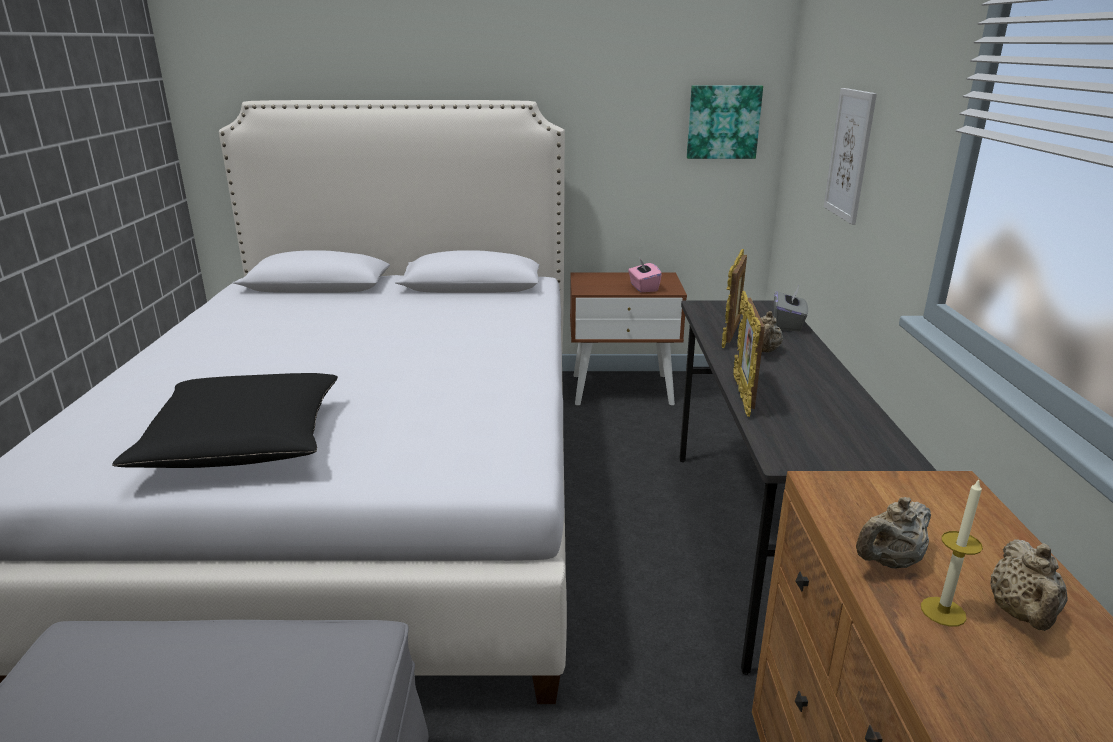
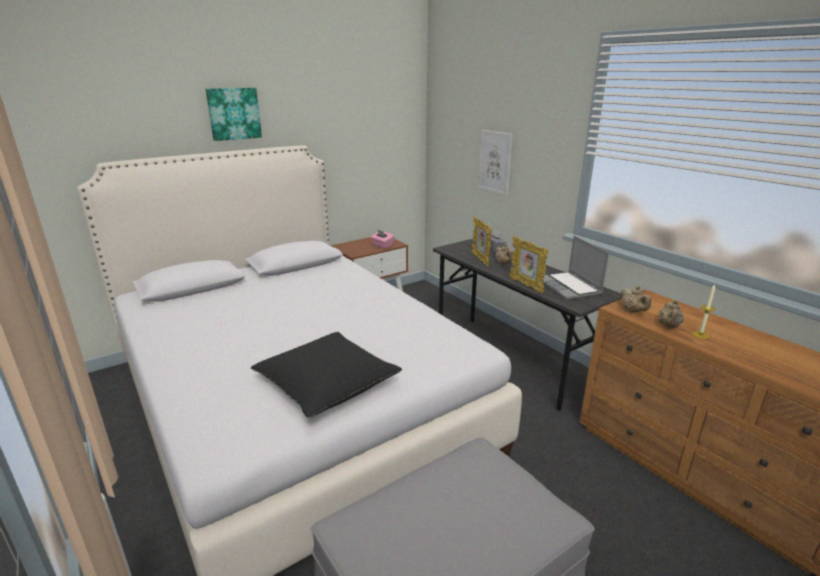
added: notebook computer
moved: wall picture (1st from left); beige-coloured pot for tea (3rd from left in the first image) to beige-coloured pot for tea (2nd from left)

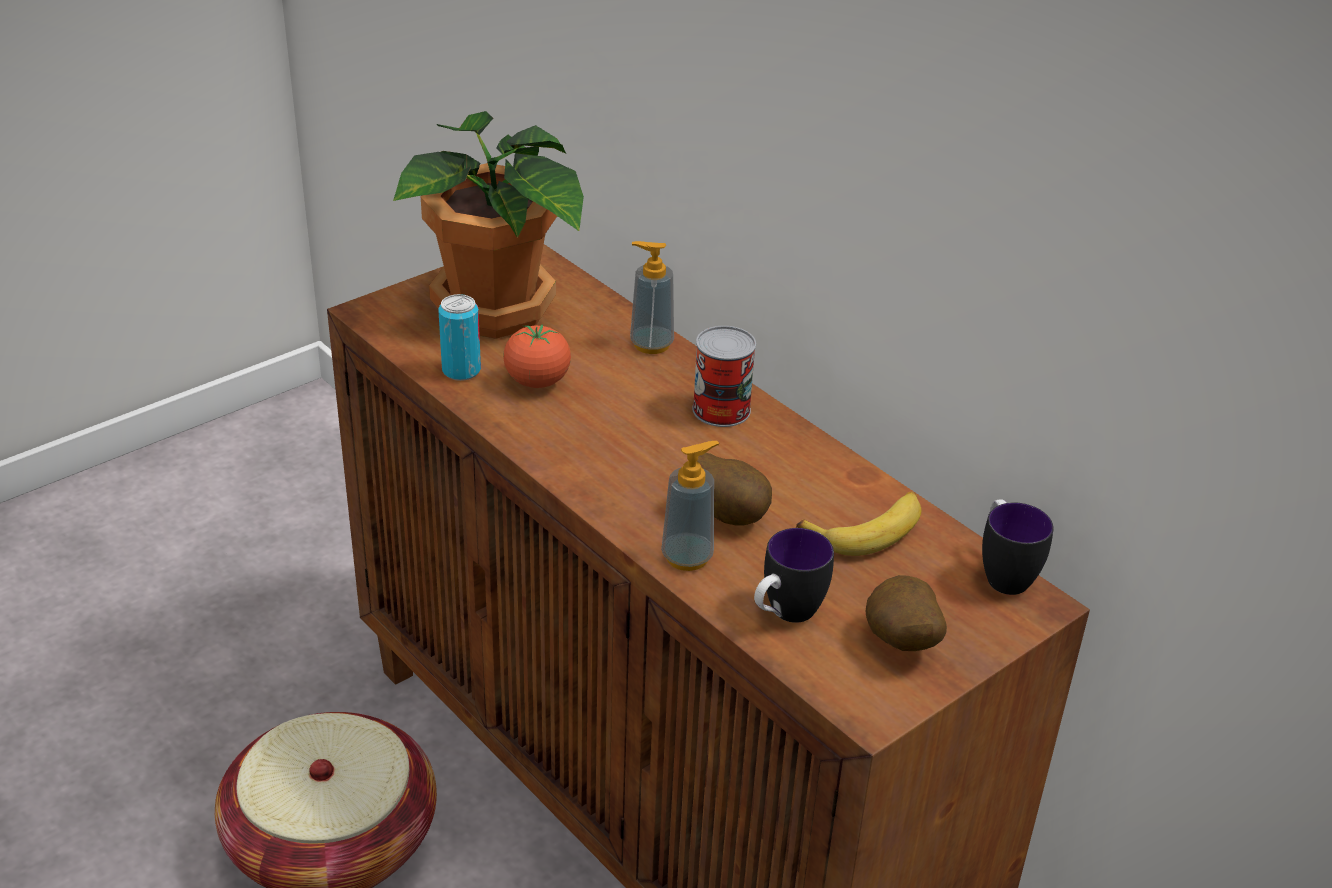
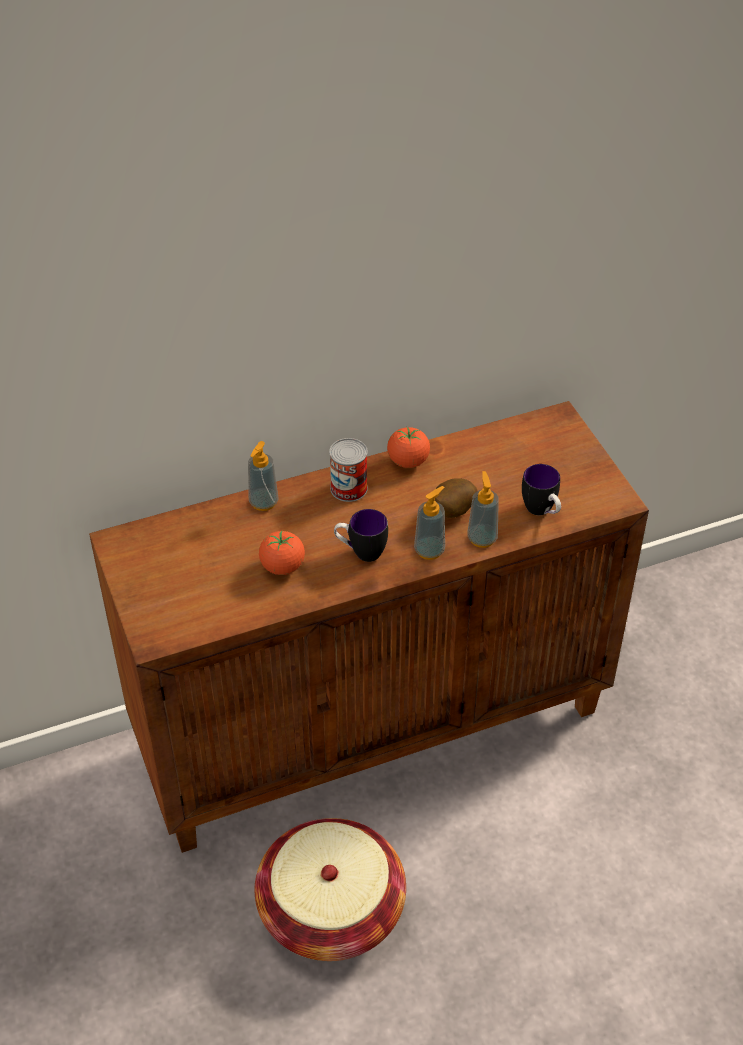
removed: plant in a pot; sealed can (1st from left); banana fruit; whole potato (2nd from left)
added: whole tomato (2nd from left); liquid soap bottle (2nd from left)
moved: coffee mug (2nd from left in the first image) to coffee mug (1st from left)

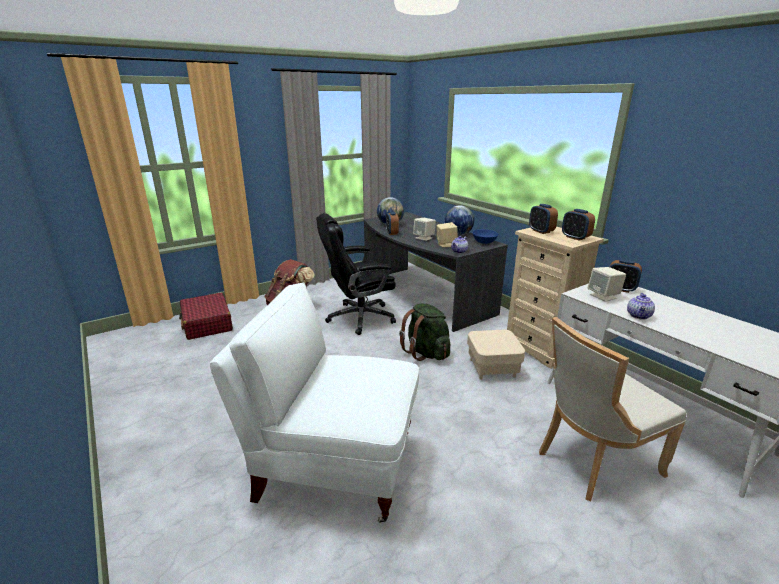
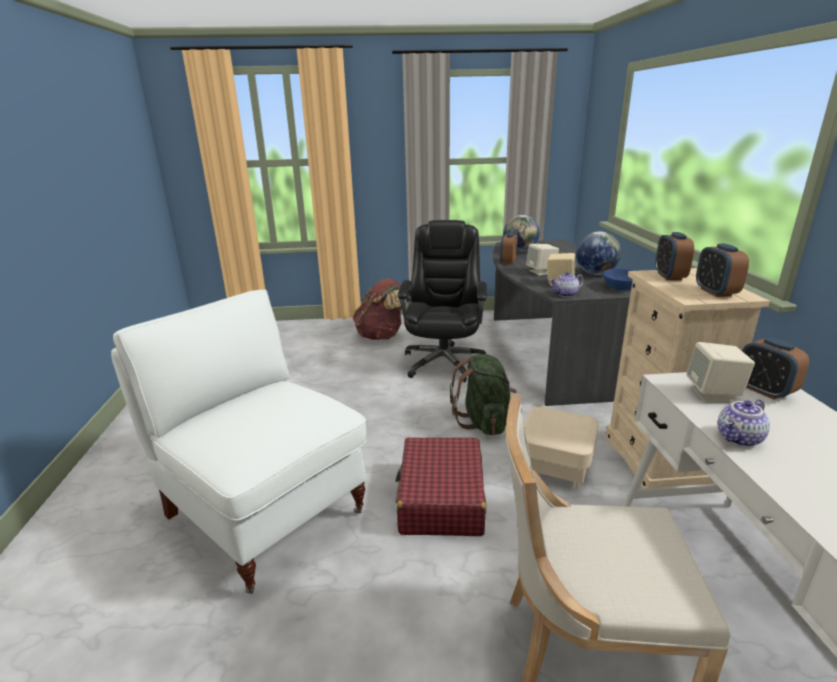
moved: reddish travel case
turned: blackish office chair 90 degrees clockwise

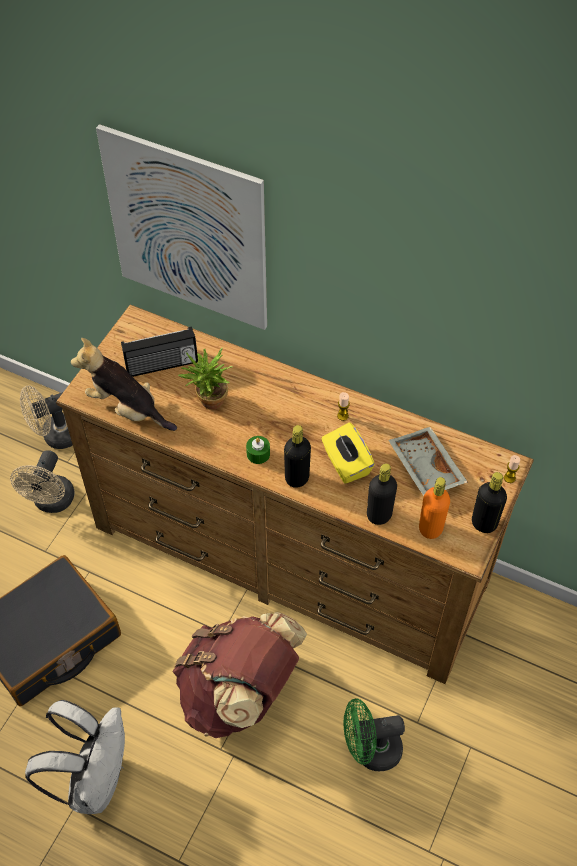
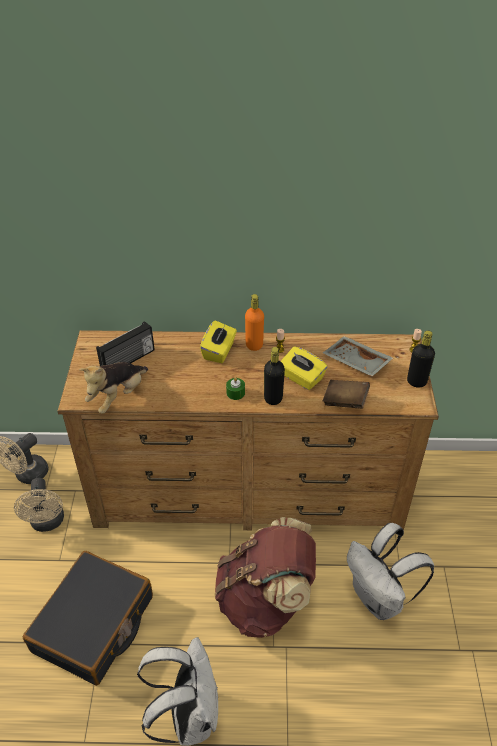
removed: wall picture; plant in a pot
added: yellow box of tissues (1st from left)
moved: orangey drink bottle
replaced: blackish drink bottle (2nd from left) to brown-coloured book; green cooling fan to white-coloured backpack (2nd from left)
turned: cuddly toy 60 degrees counterclockwise

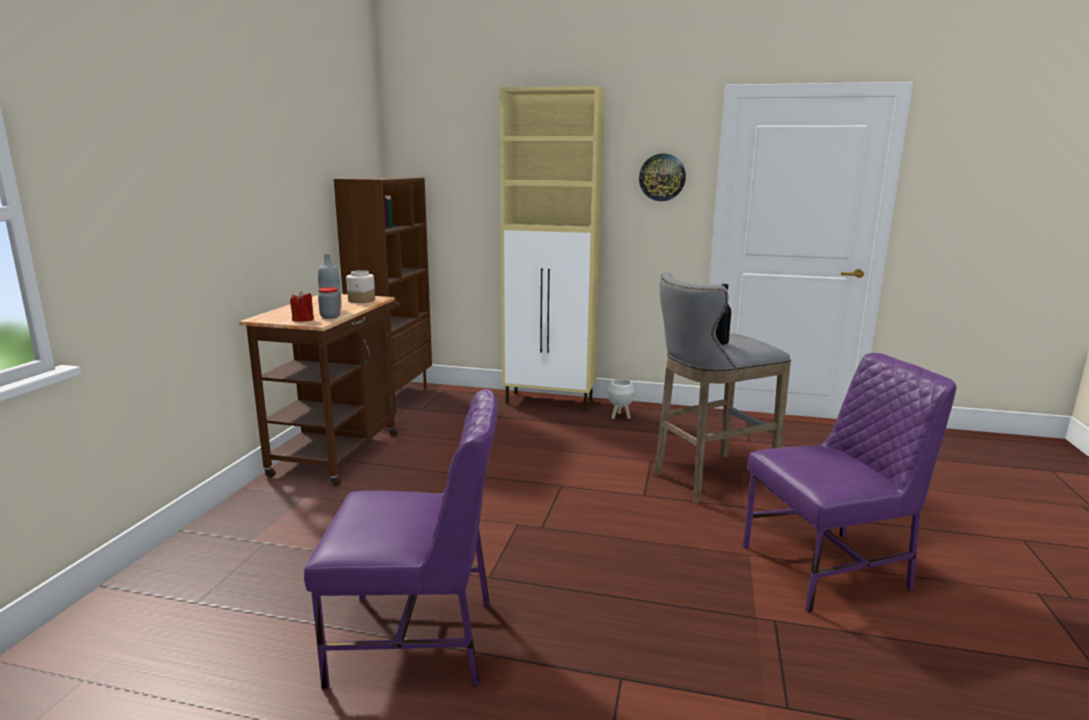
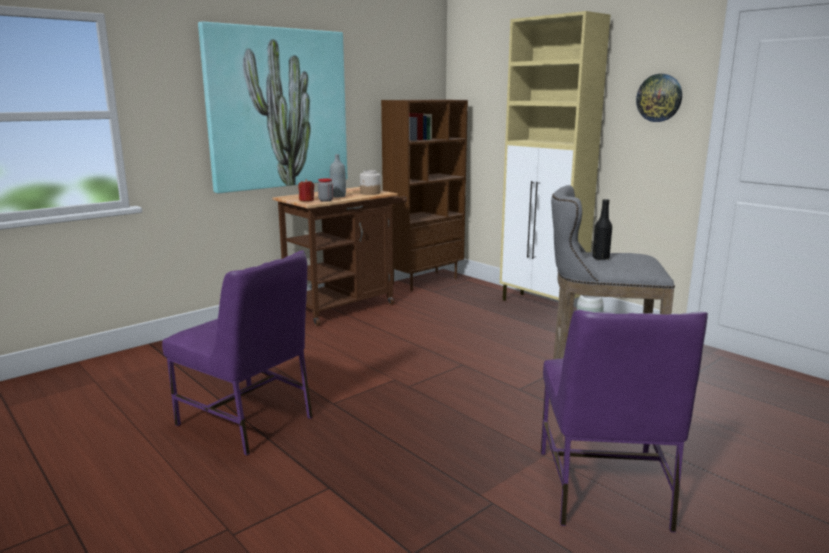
added: wall picture
turned: purplish upright chair (2nd from left) 75 degrees clockwise

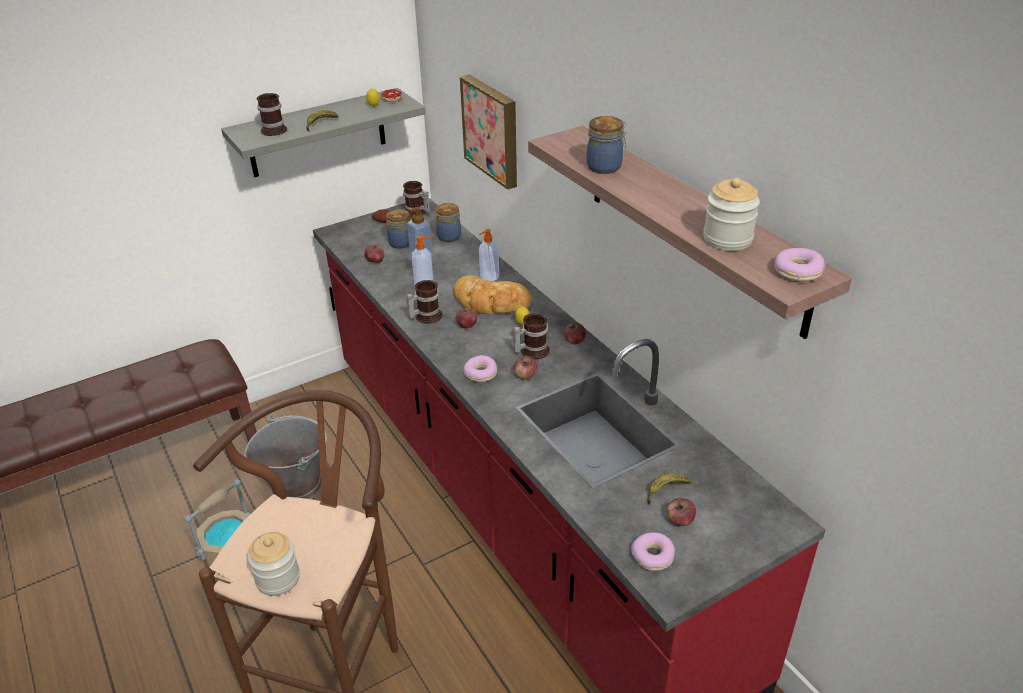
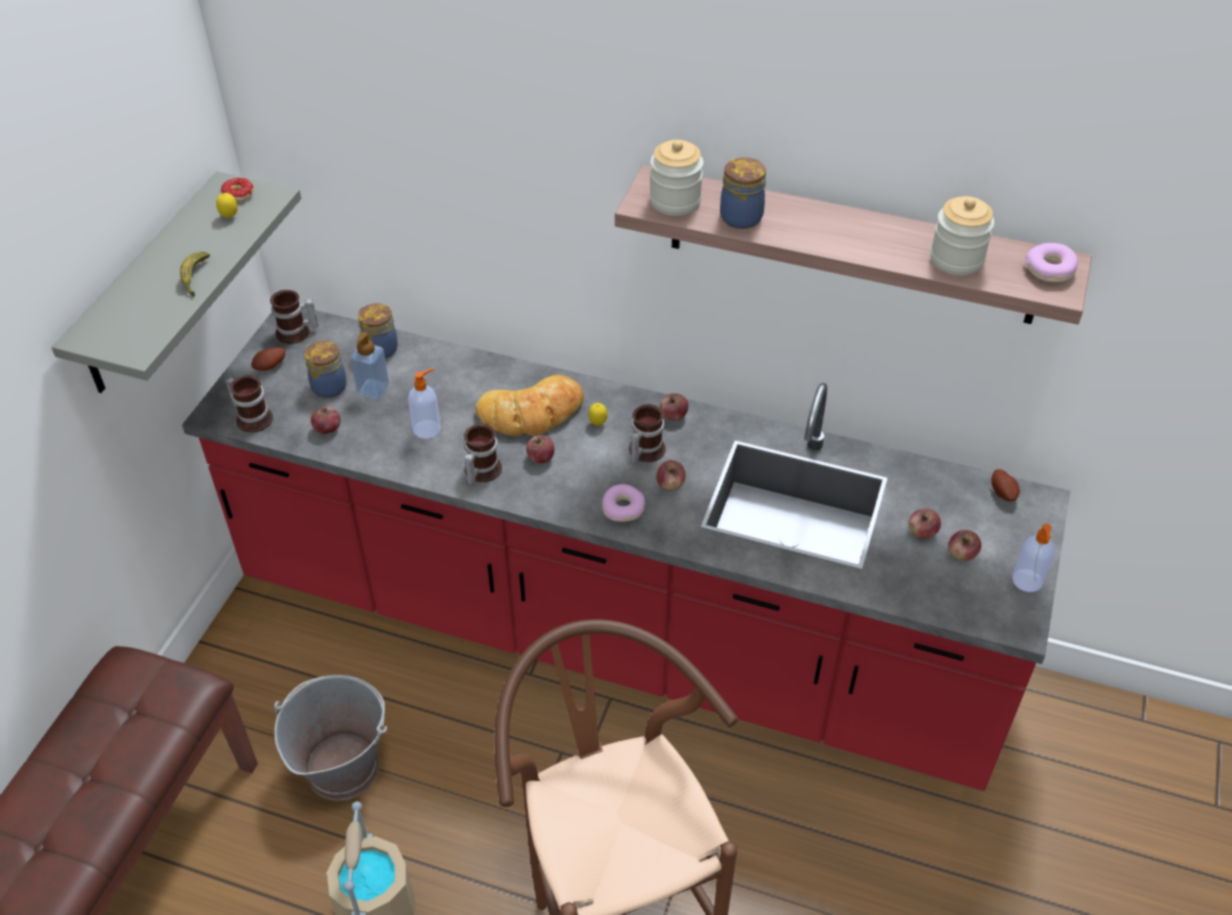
removed: wall picture; donut (3rd from left)
added: whole potato (2nd from left)
moved: coffee mug (1st from left); liquid soap bottle (3rd from left); storage jar (1st from left in the first image) to storage jar (3rd from left)
replaced: banana fruit (2nd from left) to whole apple (5th from left)

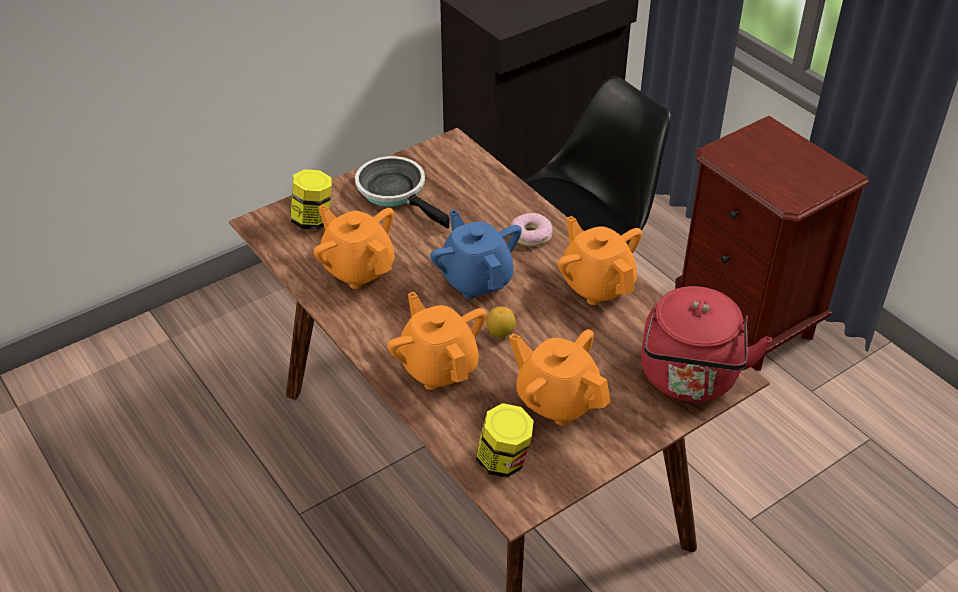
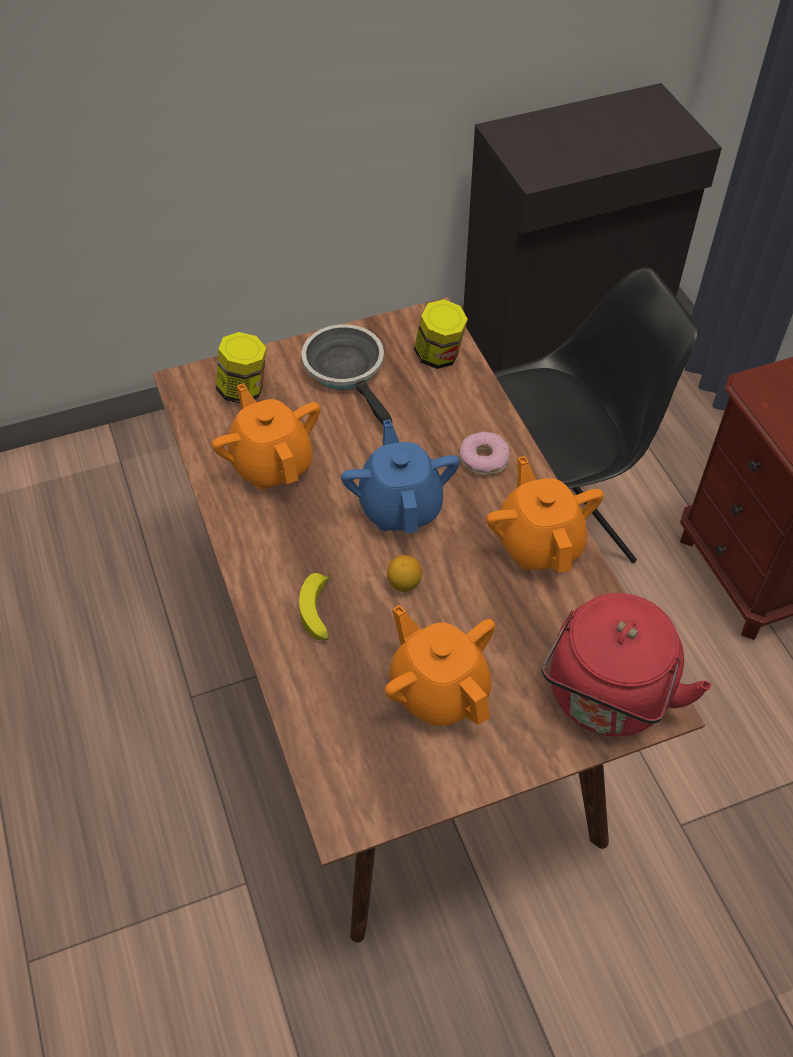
moved: storage jar (2nd from left)
replaced: orangey pot for tea (2nd from left) to banana fruit

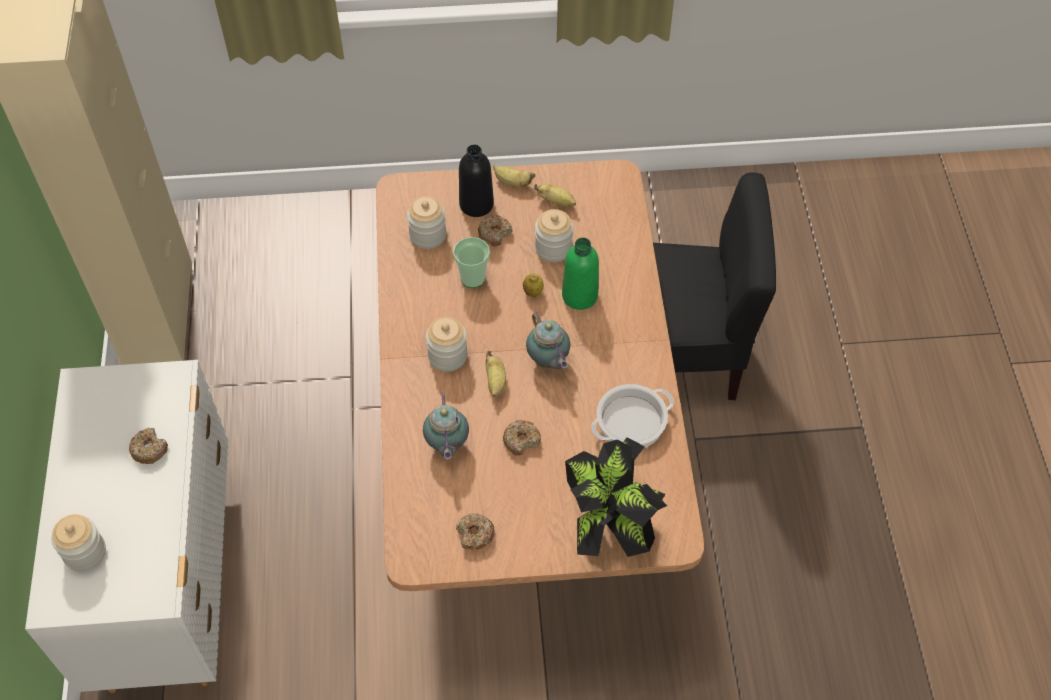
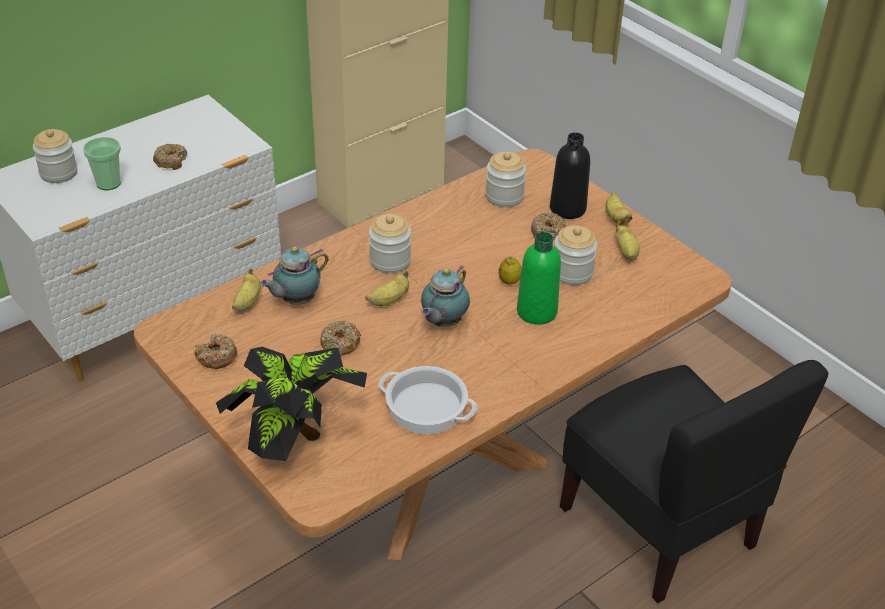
added: banana fruit (1st from left)
moved: small cup

